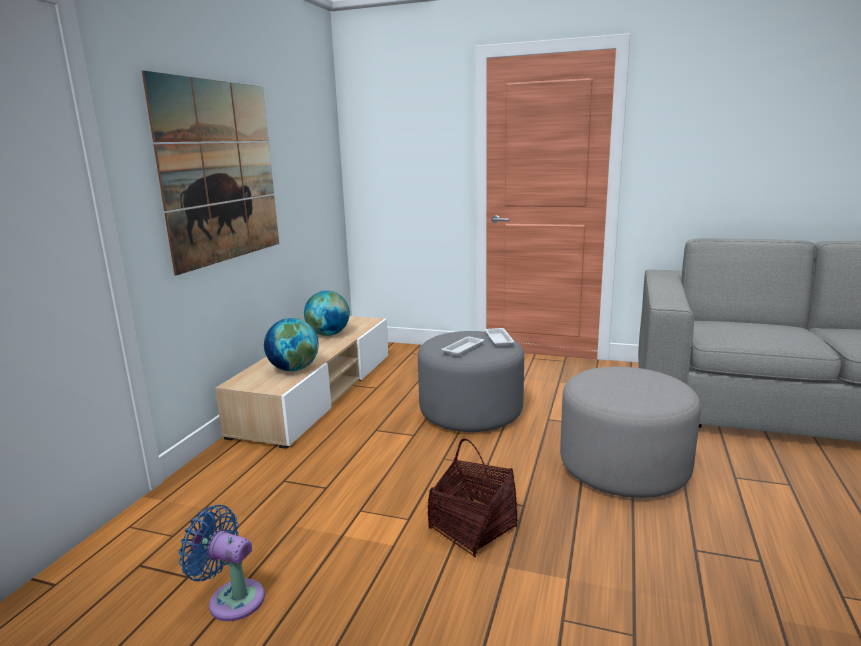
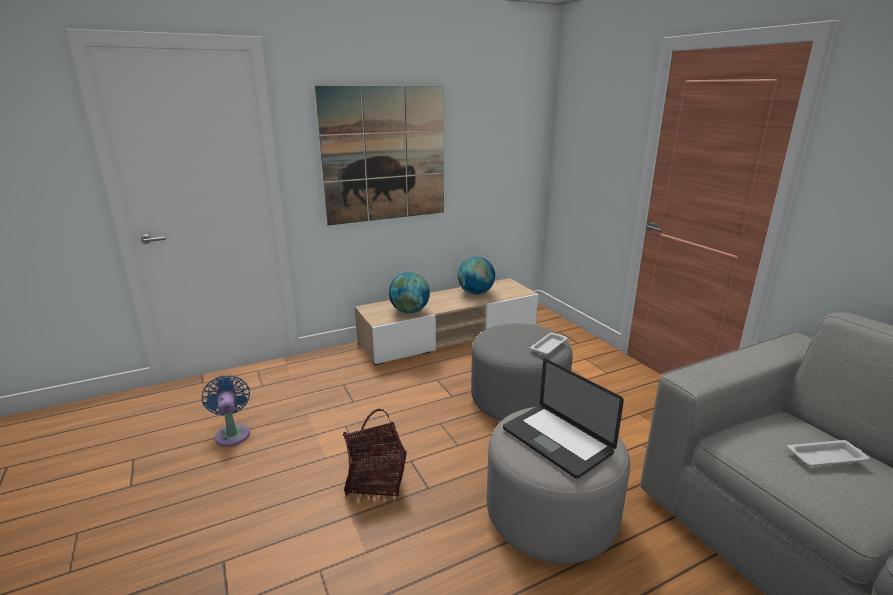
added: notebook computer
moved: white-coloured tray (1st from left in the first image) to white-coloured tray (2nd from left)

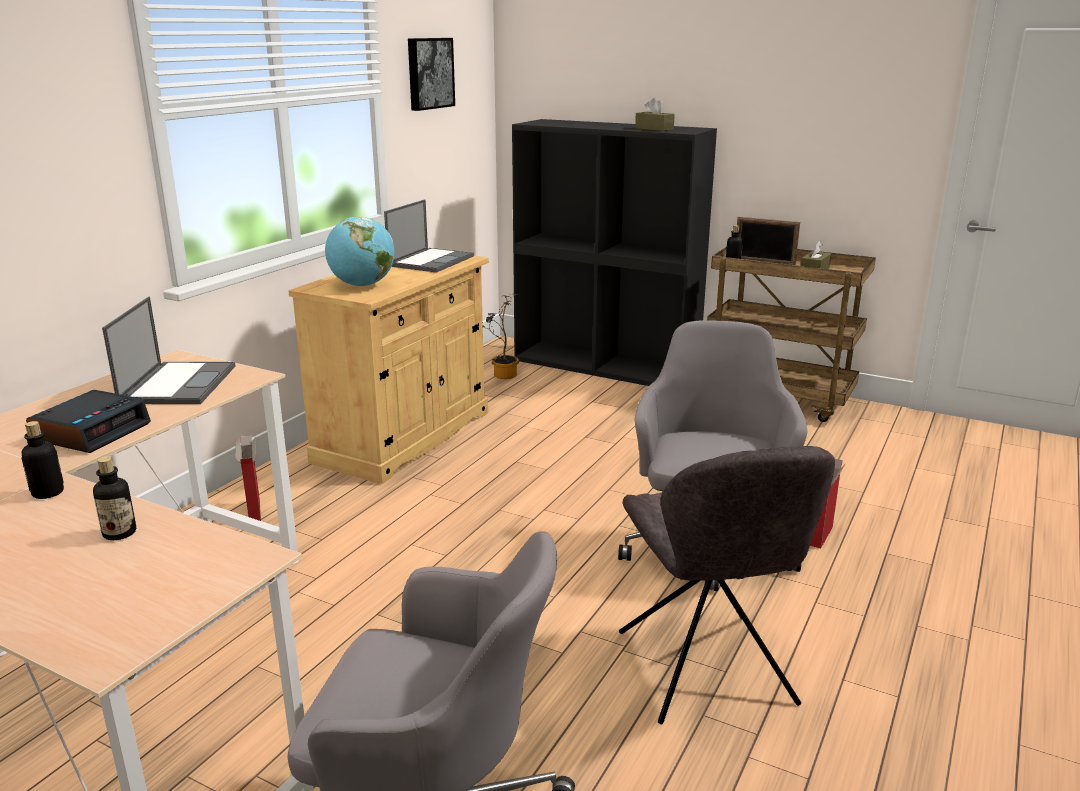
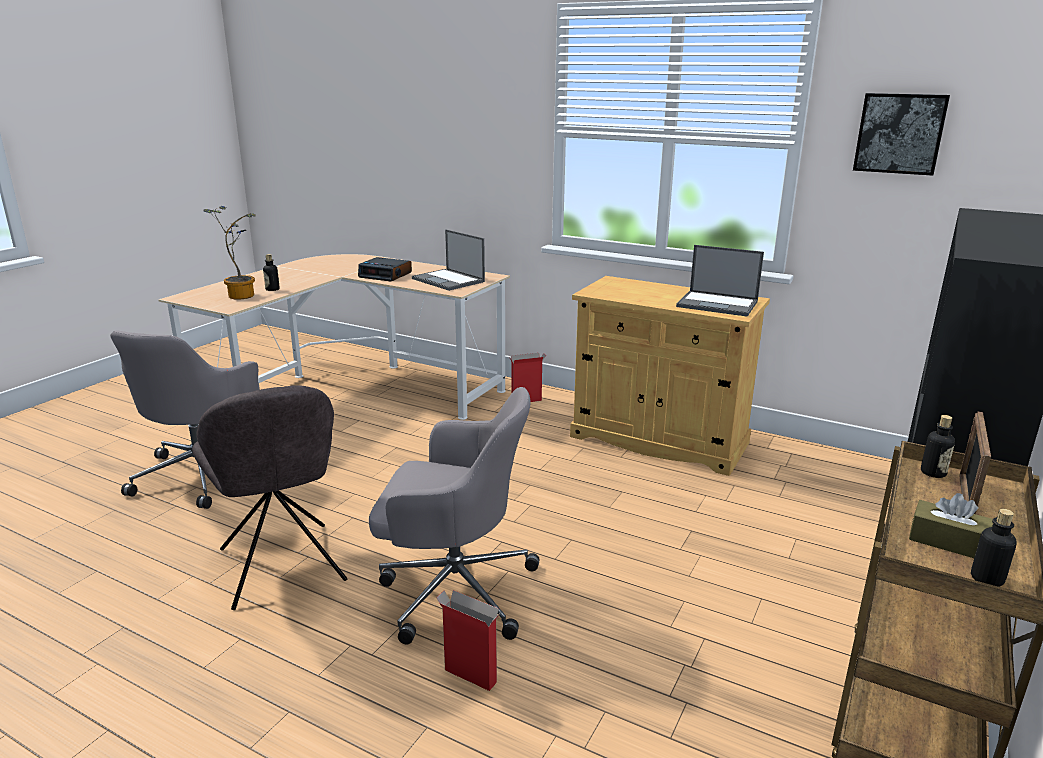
removed: brown-coloured box of tissues (1st from left); desk globe
moved: plant in a pot; drink bottle (1st from left in the first image) to drink bottle (3rd from left)
turned: notebook computer (1st from left) 45 degrees clockwise; greyish upright chair 105 degrees counterclockwise

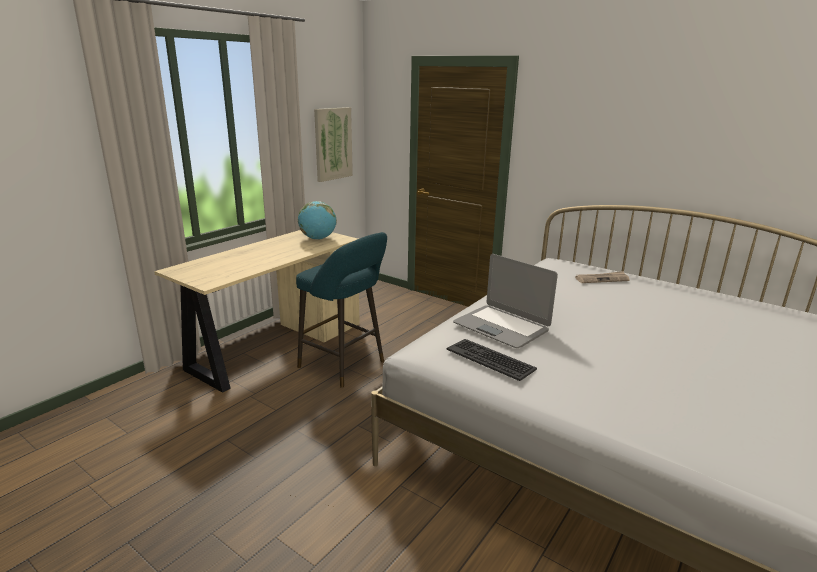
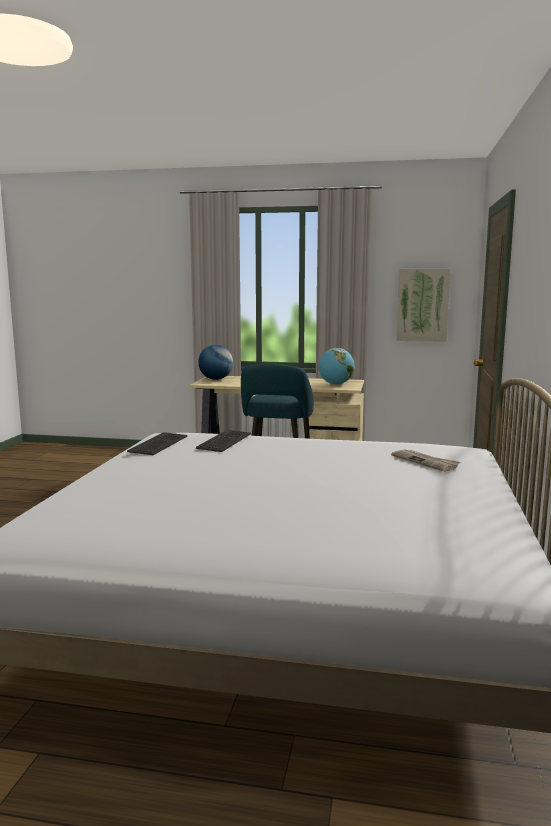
added: desk globe (1st from left)
replaced: notebook computer to keyboard (2nd from left)

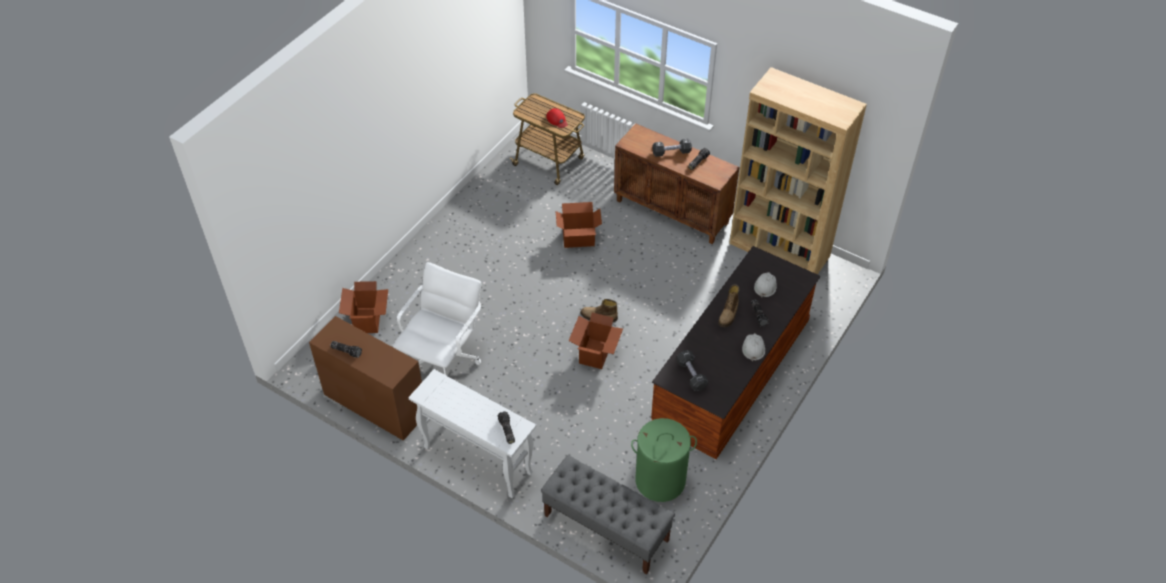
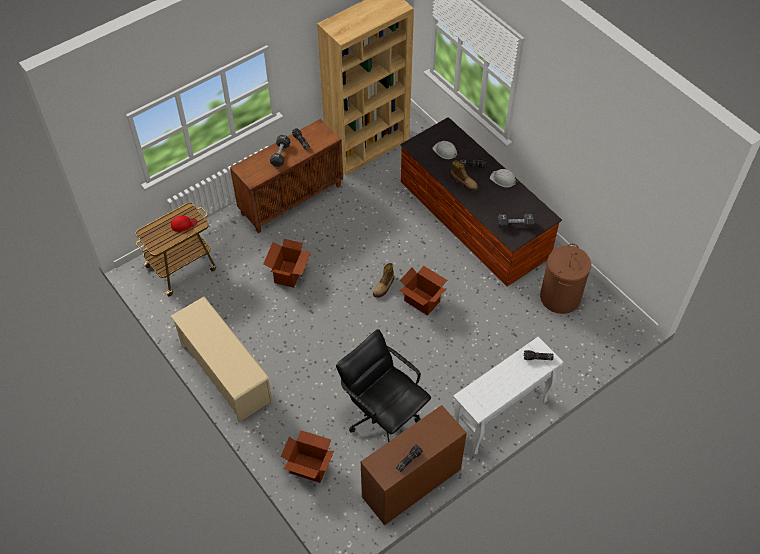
removed: greyish long seat
added: beige-coloured shoe rack
recoloured: white-coloured office chair to blackish office chair; green washing basket to brown-coloured washing basket

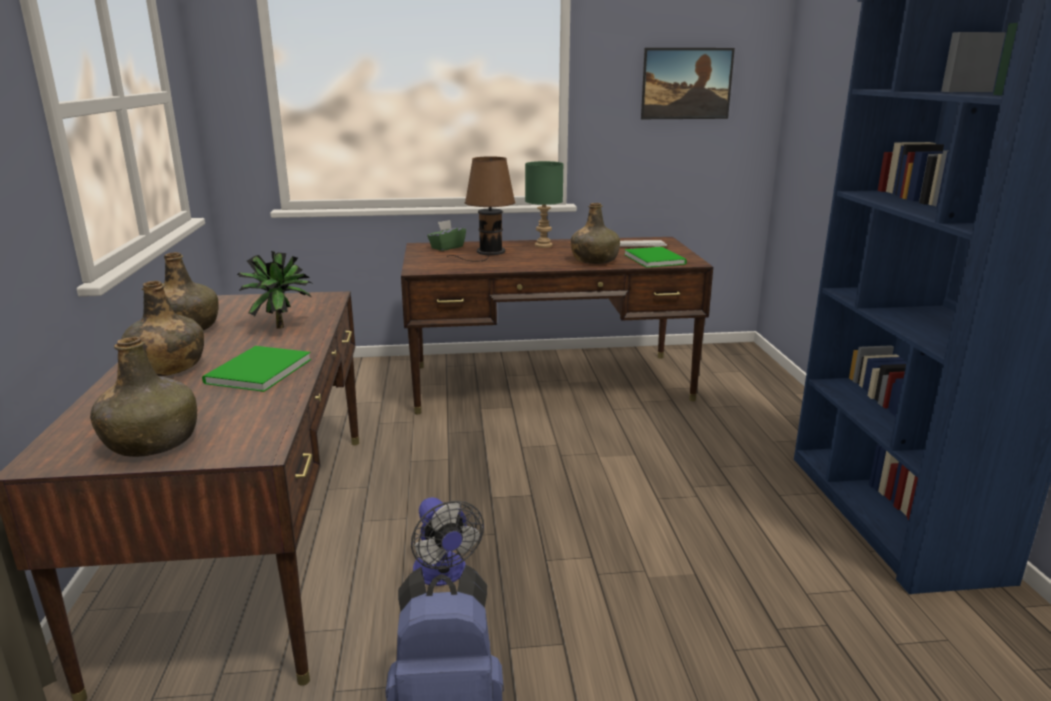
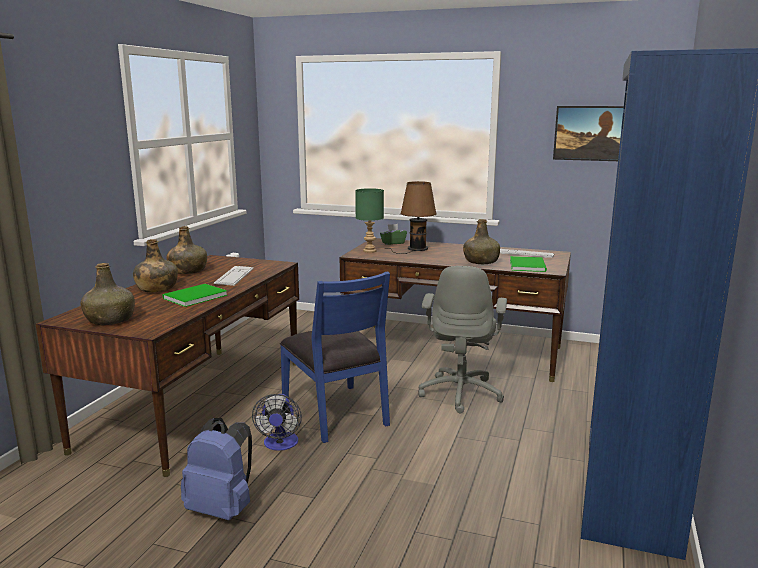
added: greyish office chair; blue upright chair
moved: green tabletop lamp
replaced: plant in a pot to keyboard (1st from left)

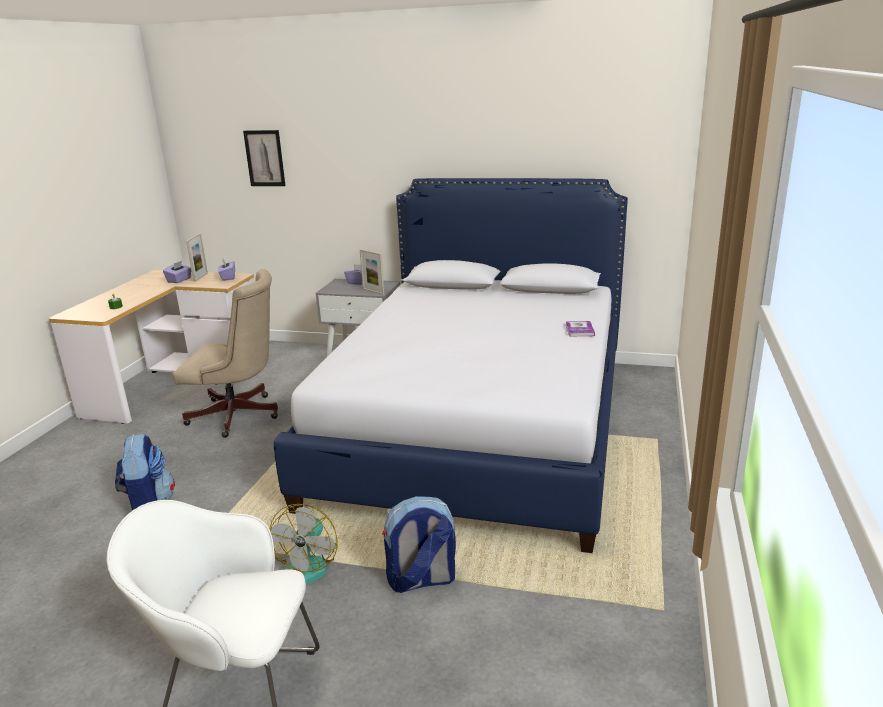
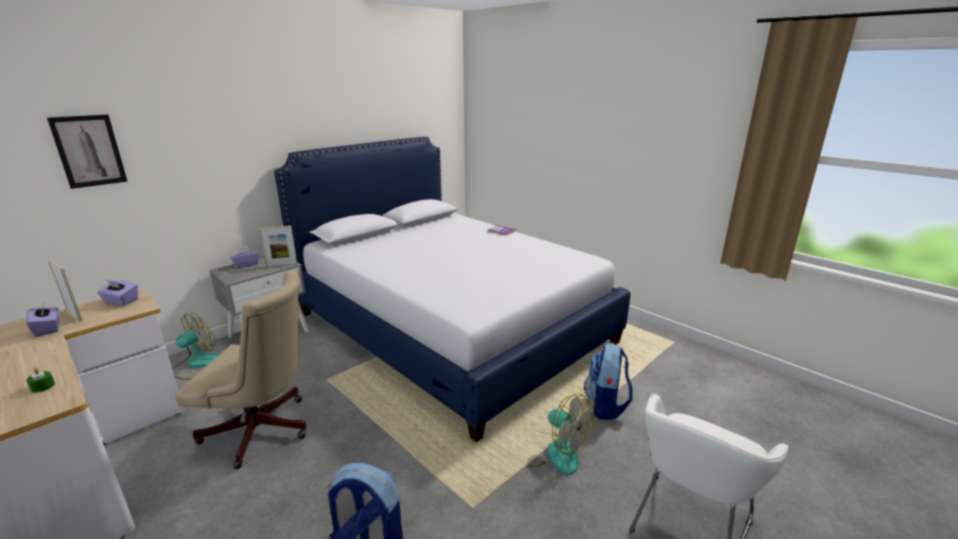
added: cooling fan (1st from left)
turned: beige-coloured office chair 60 degrees clockwise

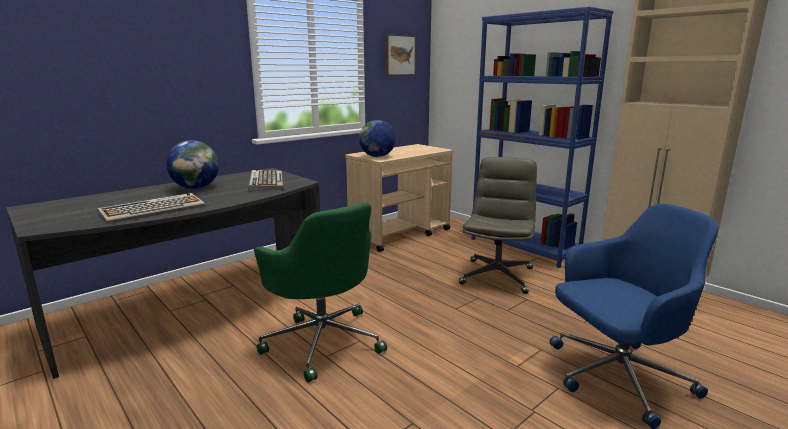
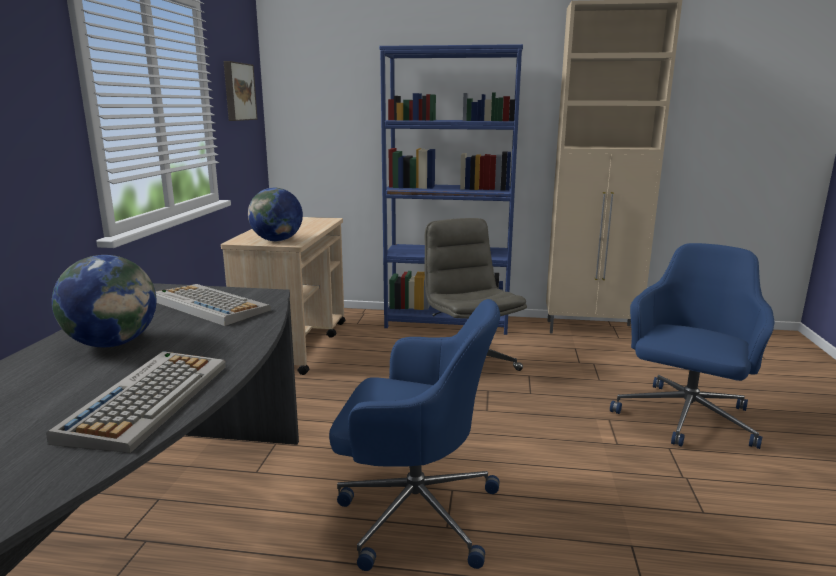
recoloured: green office chair to blue office chair (1st from left)

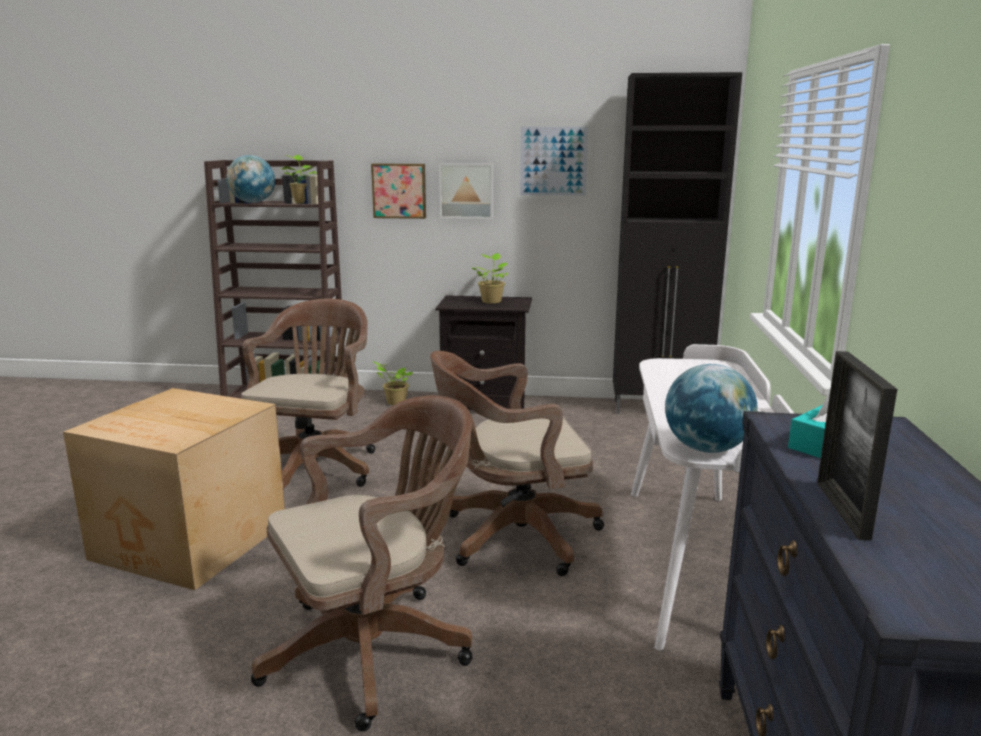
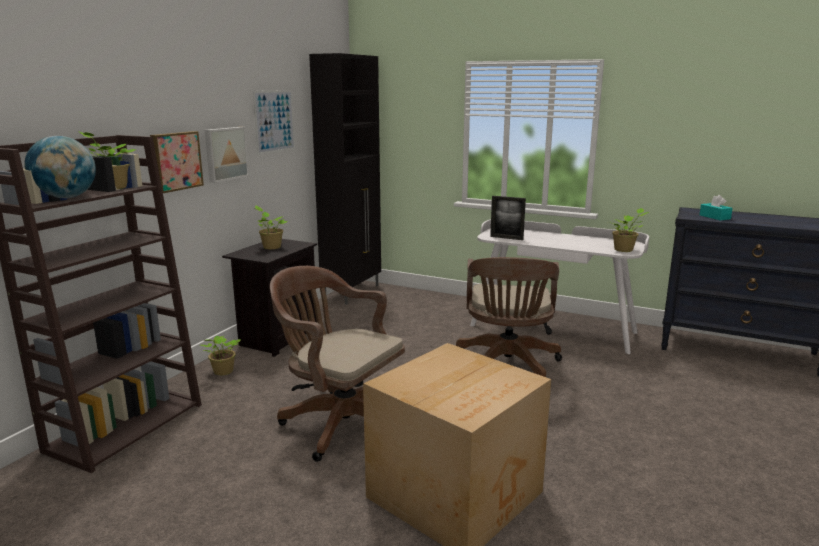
removed: brown-coloured office chair (2nd from left)
moved: picture frame
replaced: desk globe (2nd from left) to plant in a pot (4th from left)

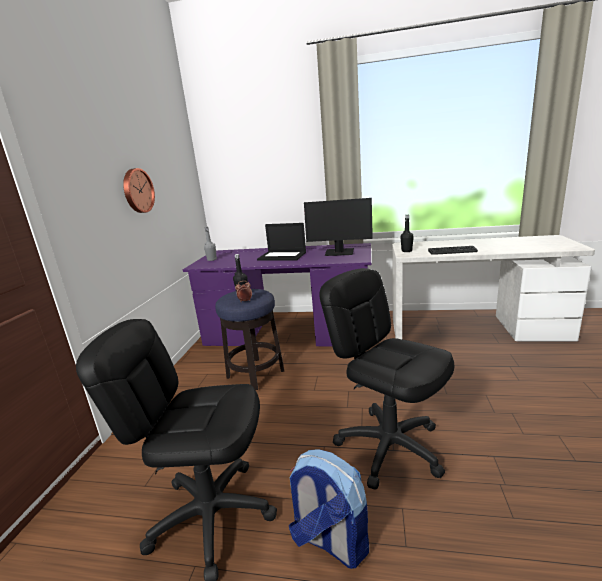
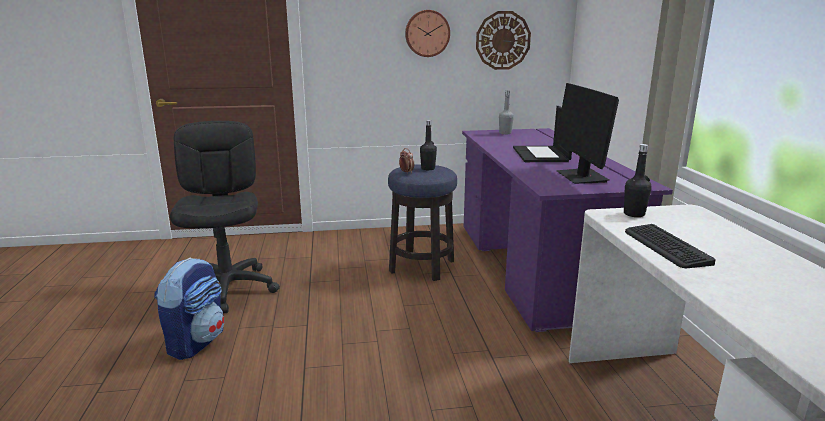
removed: blackish office chair (2nd from left)
added: wall clock (2nd from left)

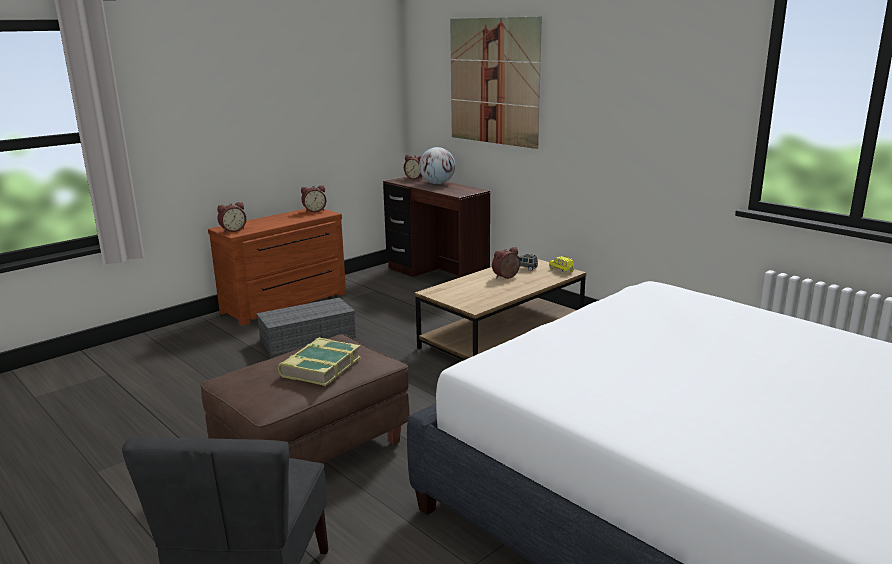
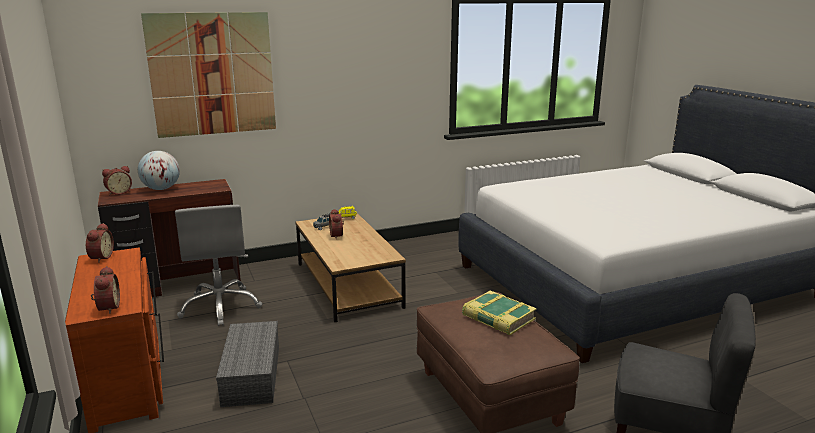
added: greyish office chair

